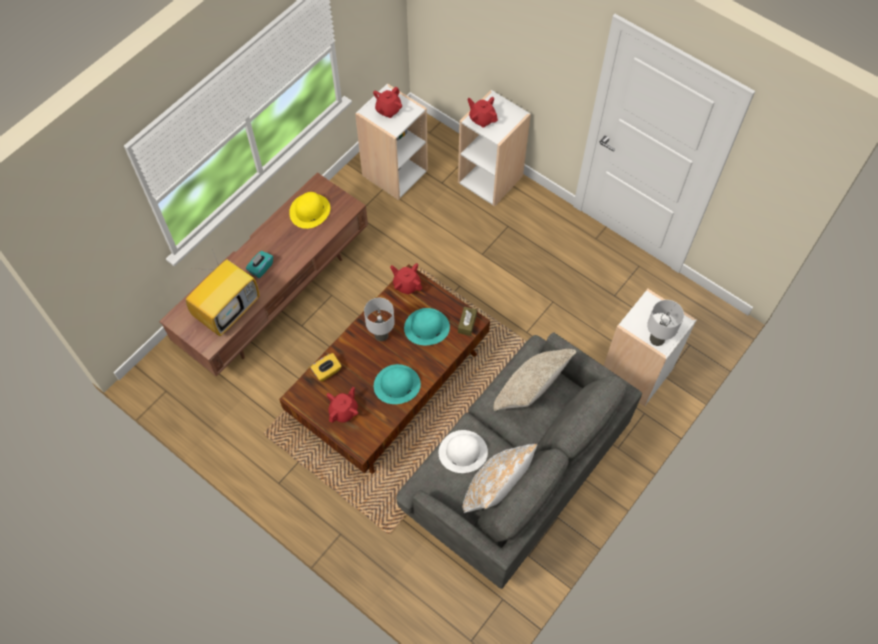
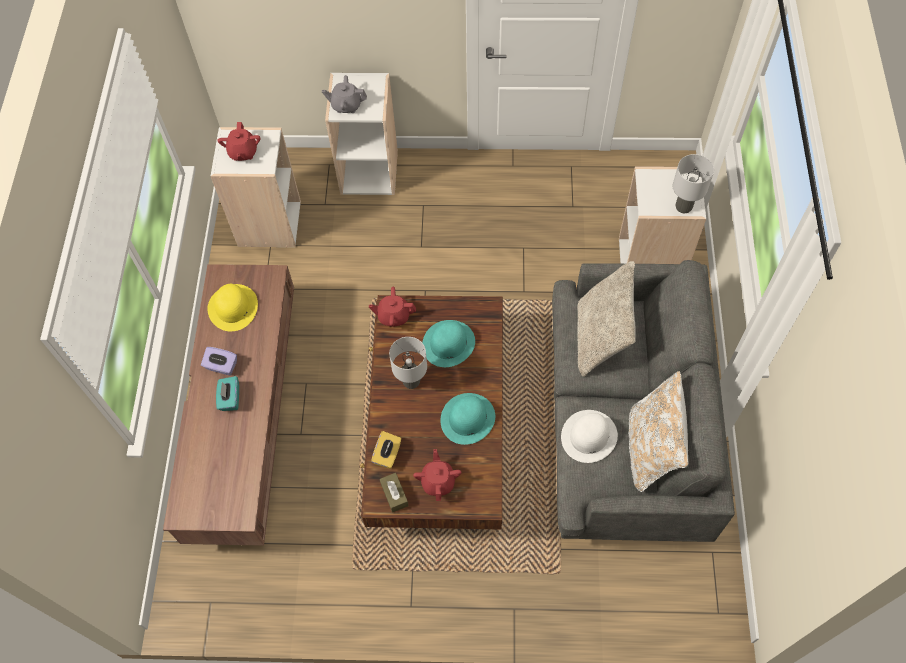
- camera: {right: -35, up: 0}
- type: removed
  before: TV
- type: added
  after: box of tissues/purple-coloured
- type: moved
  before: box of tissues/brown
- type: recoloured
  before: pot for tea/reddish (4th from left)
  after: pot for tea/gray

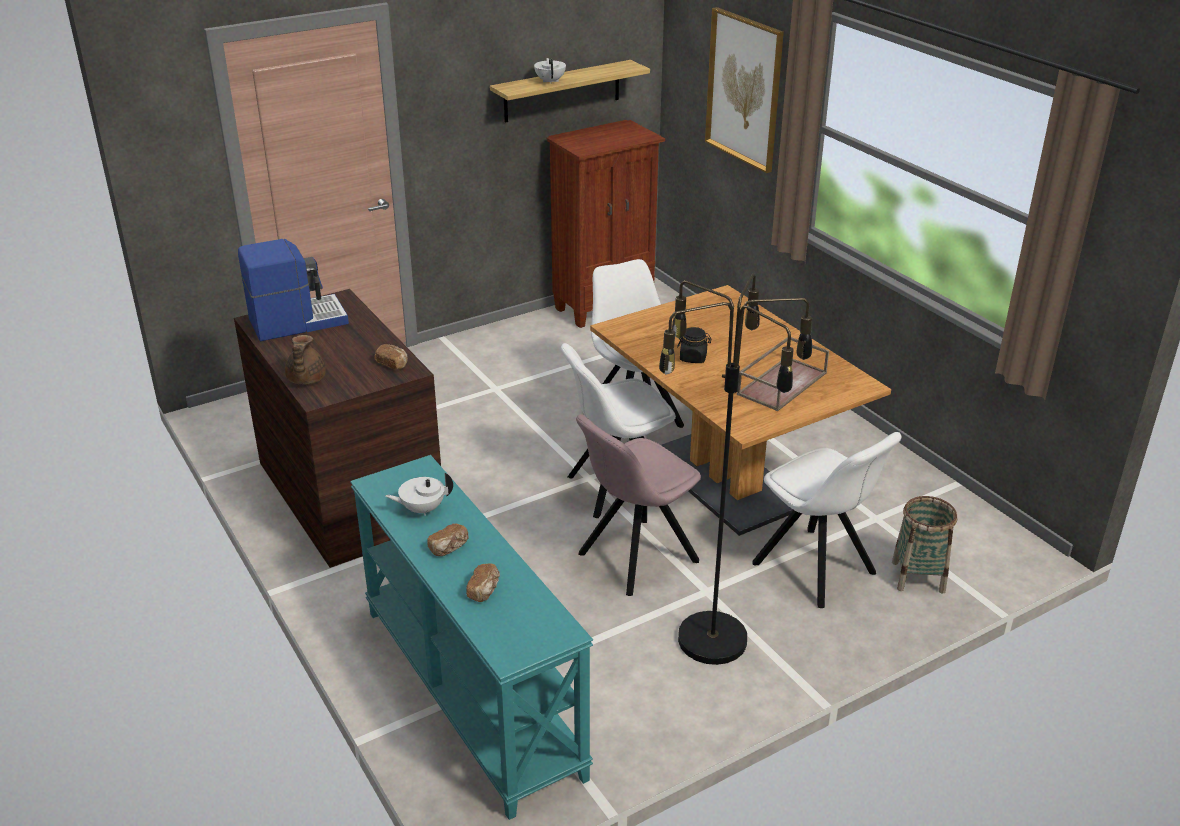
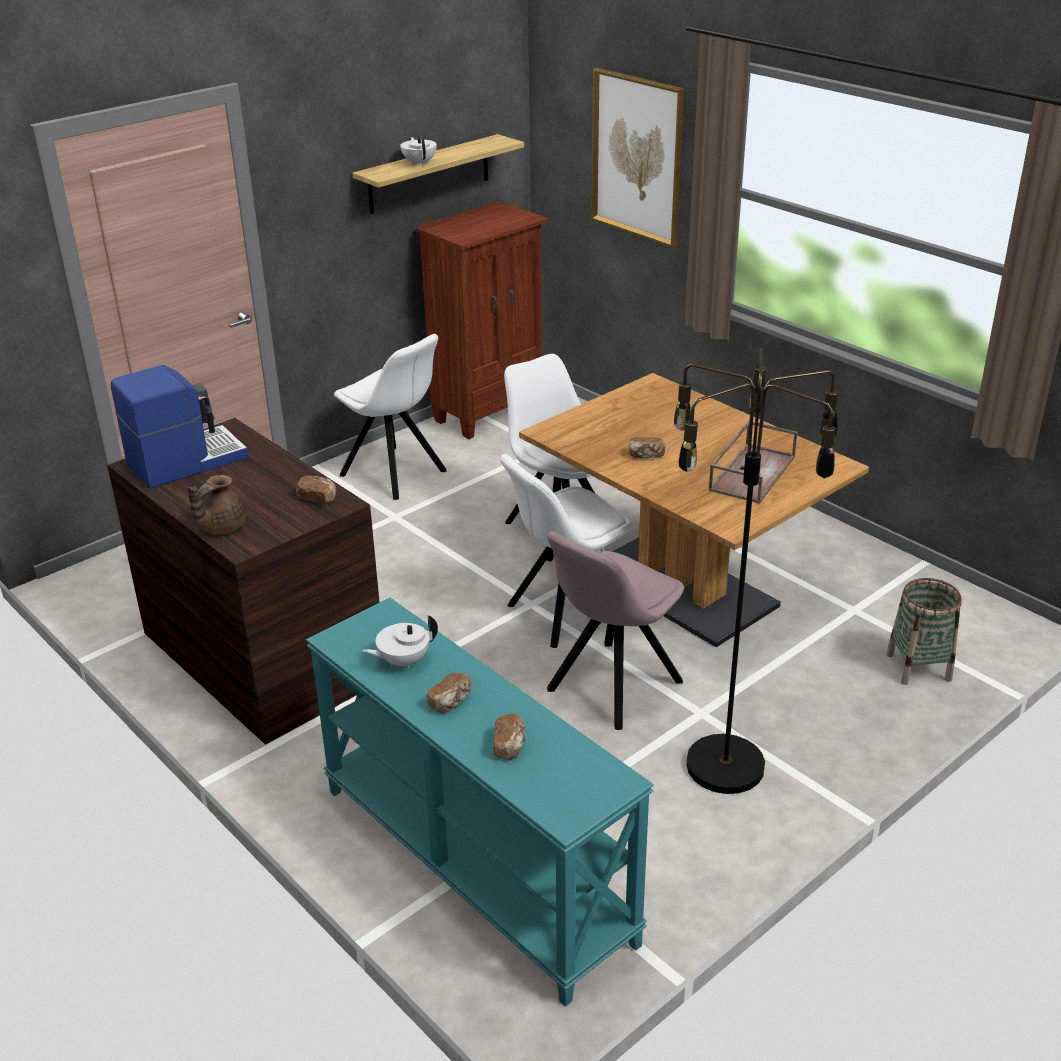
- camera: {right: -10, up: 0}
- type: moved
  before: upright chair/white-coloured (3rd from left in the first image)
  after: upright chair/white-coloured (1st from left)
- type: replaced
  before: storage jar/blackish
  after: baked bread (4th from left)
- type: turned
  before: pot for tea/brown
  turn: 45

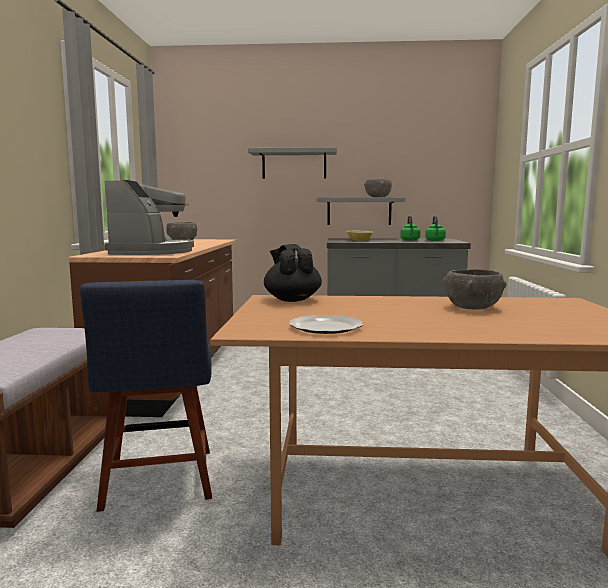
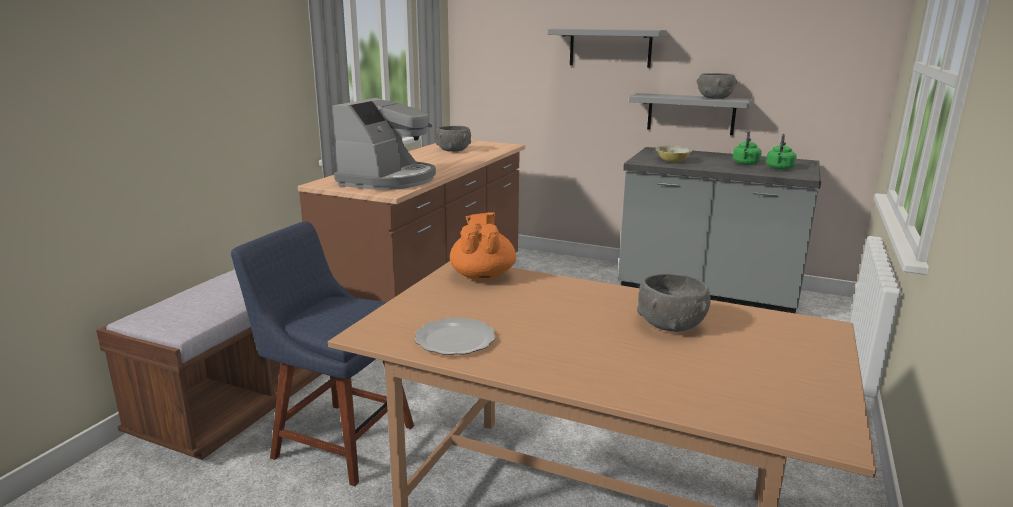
- camera: {right: 20, up: 10}
- type: recoloured
  before: pot for tea/blackish
  after: pot for tea/orange-coloured
- type: turned
  before: upright chair/bluish
  turn: 105

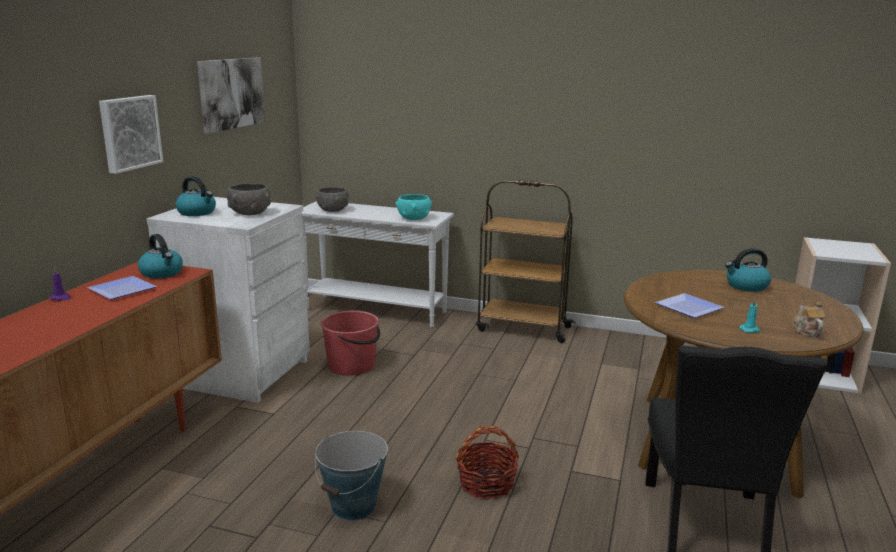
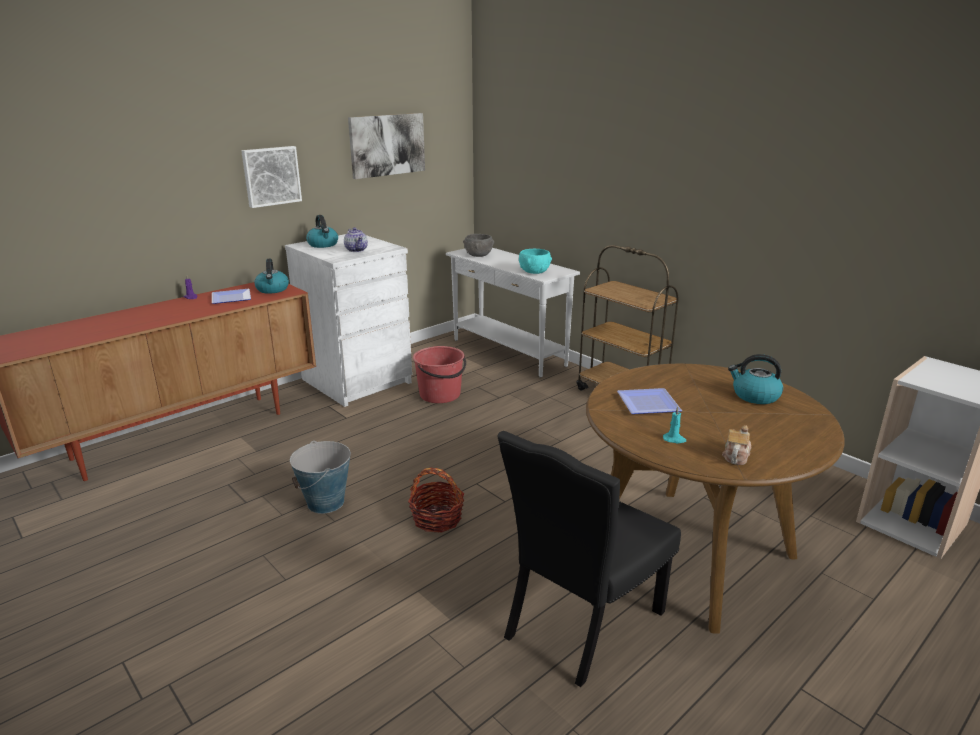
- camera: {right: 30, up: 5}
- type: replaced
  before: serving bowl/gray (1st from left)
  after: pot for tea (1st from left)

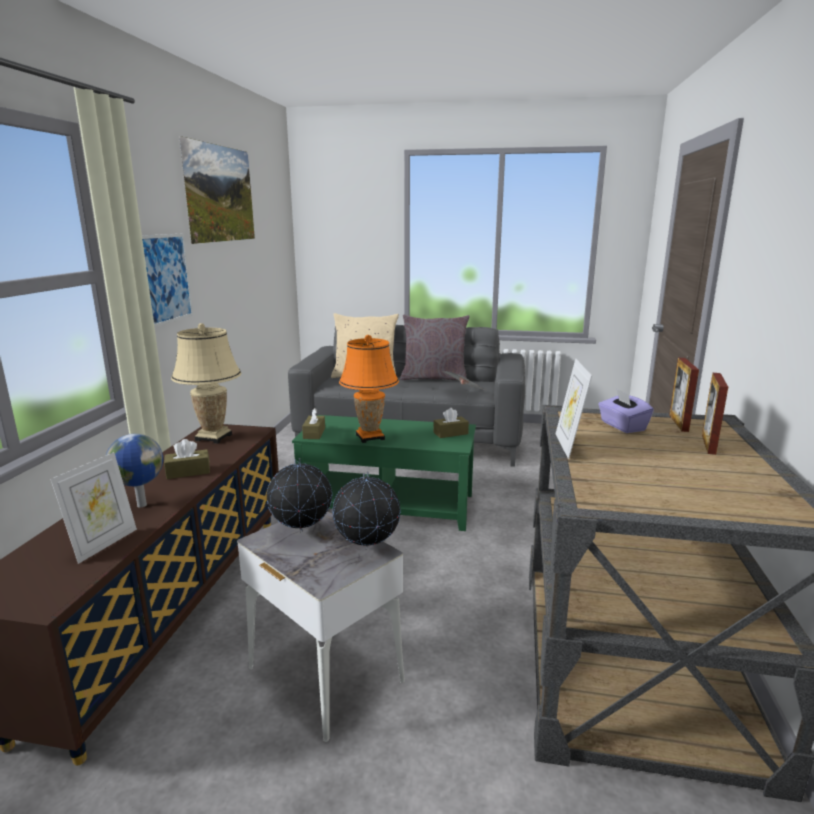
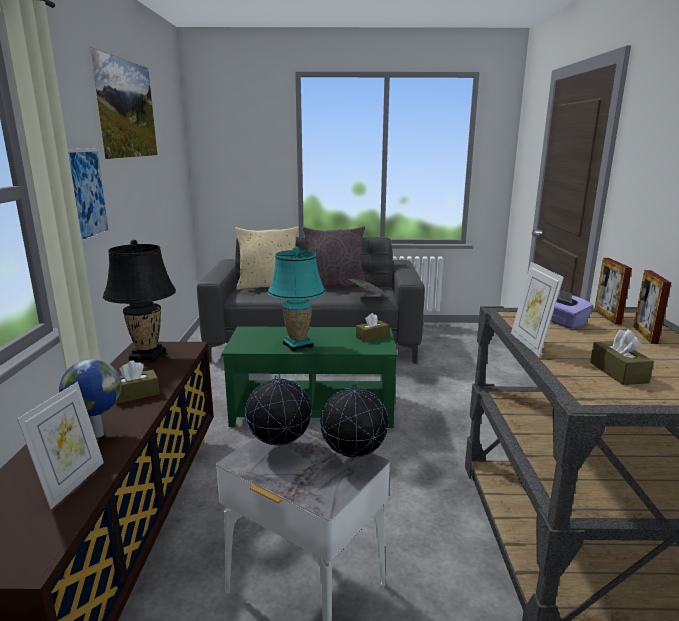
- camera: {right: -10, up: 0}
- type: moved
  before: box of tissues/brown (2nd from left in the first image)
  after: box of tissues/brown (3rd from left)
- type: recoloured
  before: table lamp/beige-coloured
  after: table lamp/blackish
- type: recoloured
  before: table lamp/orange-coloured
  after: table lamp/turquoise-coloured

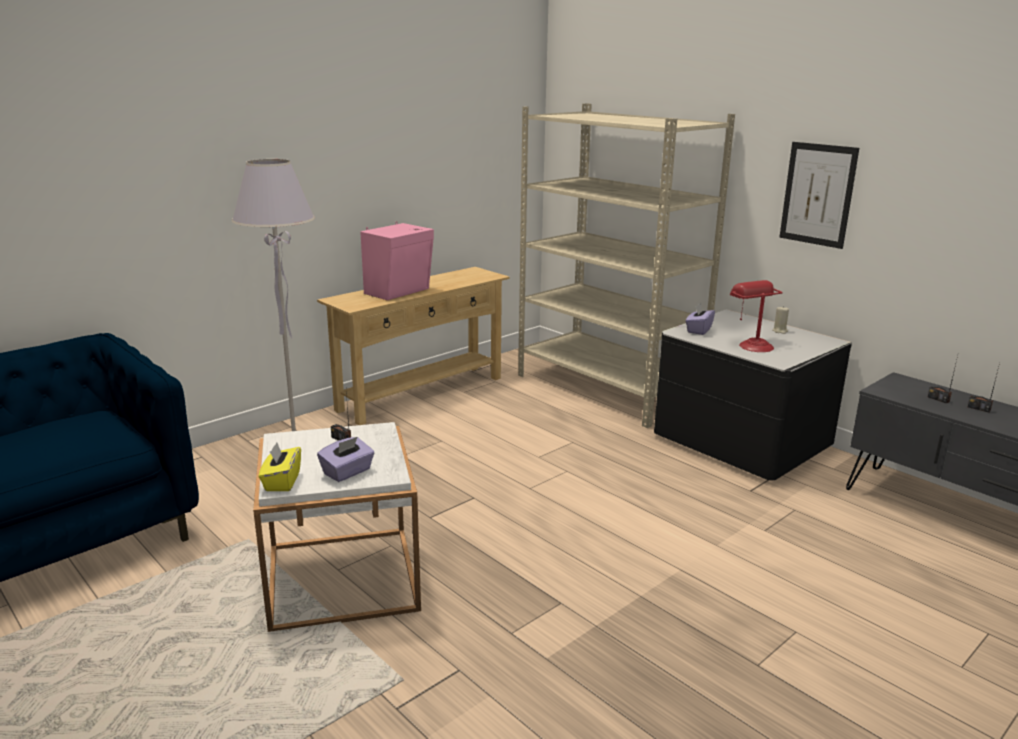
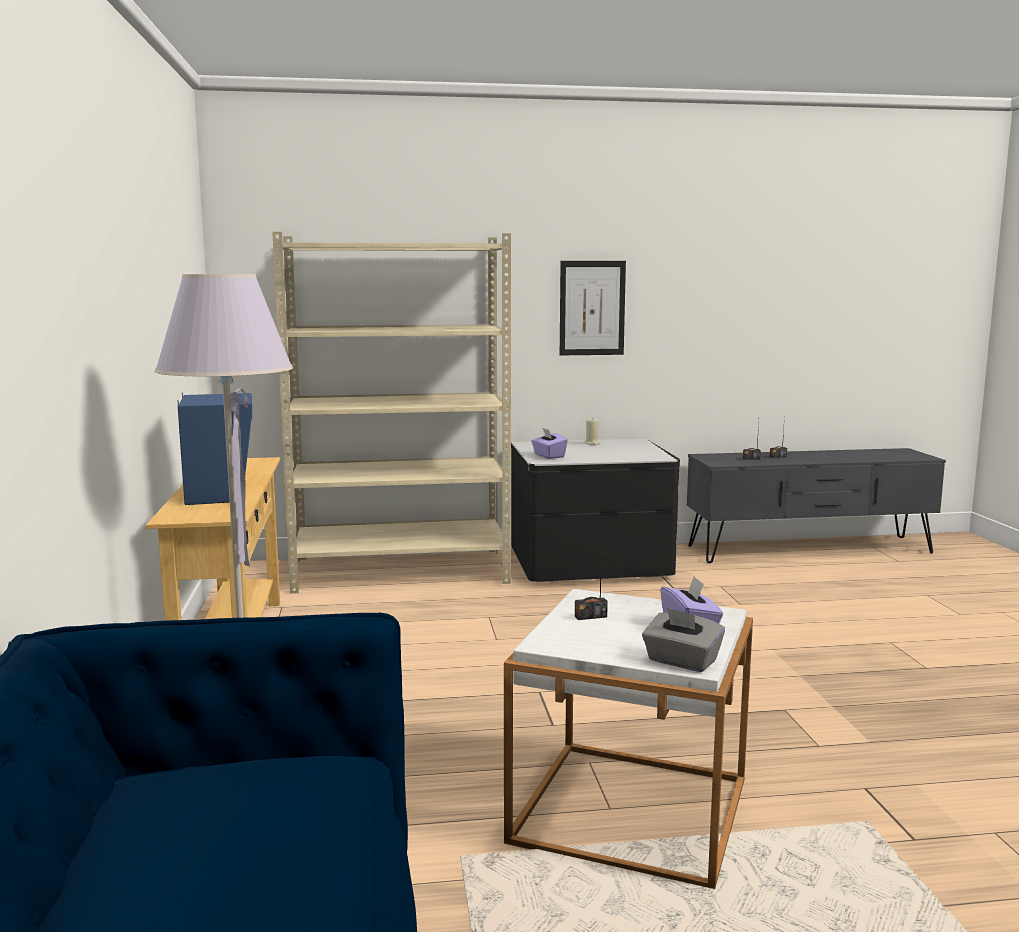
- camera: {right: -55, up: -10}
- type: removed
  before: table lamp/reddish
- type: recoloured
  before: box of tissues/yellow
  after: box of tissues/gray
- type: recoloured
  before: speaker/pink-coloured
  after: speaker/bluish

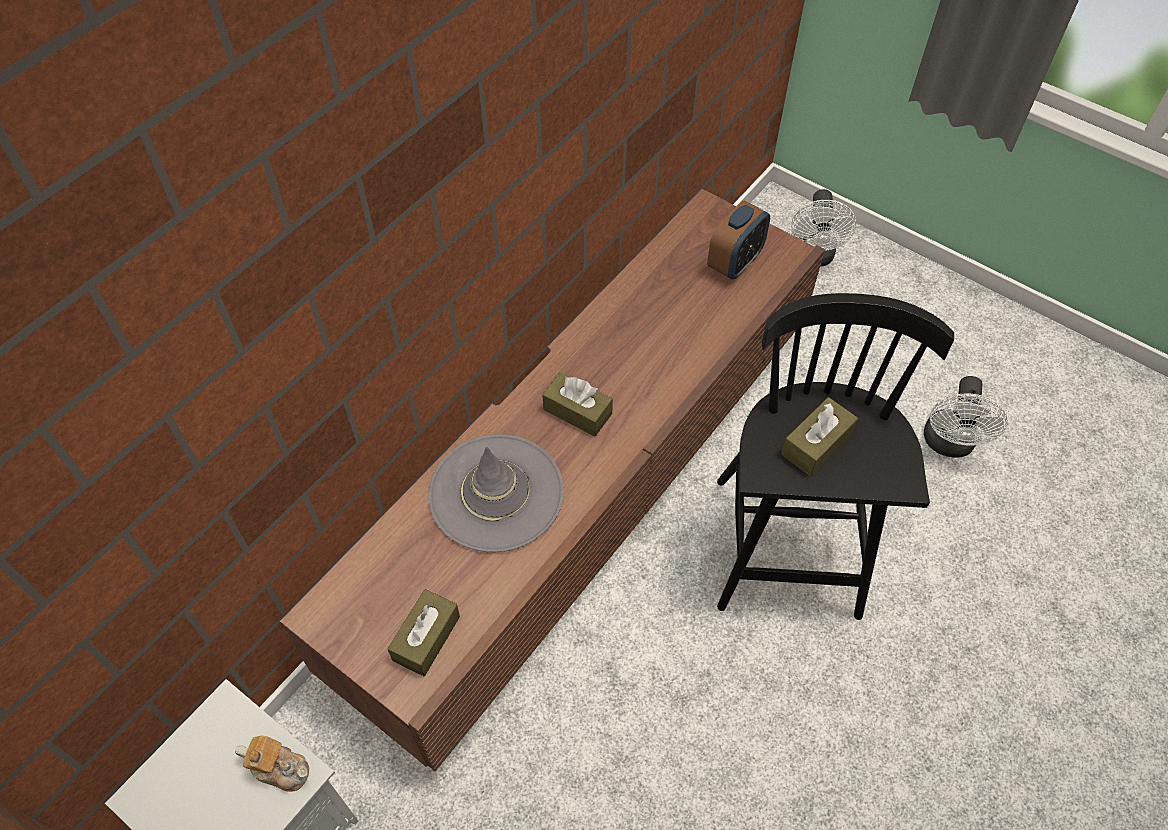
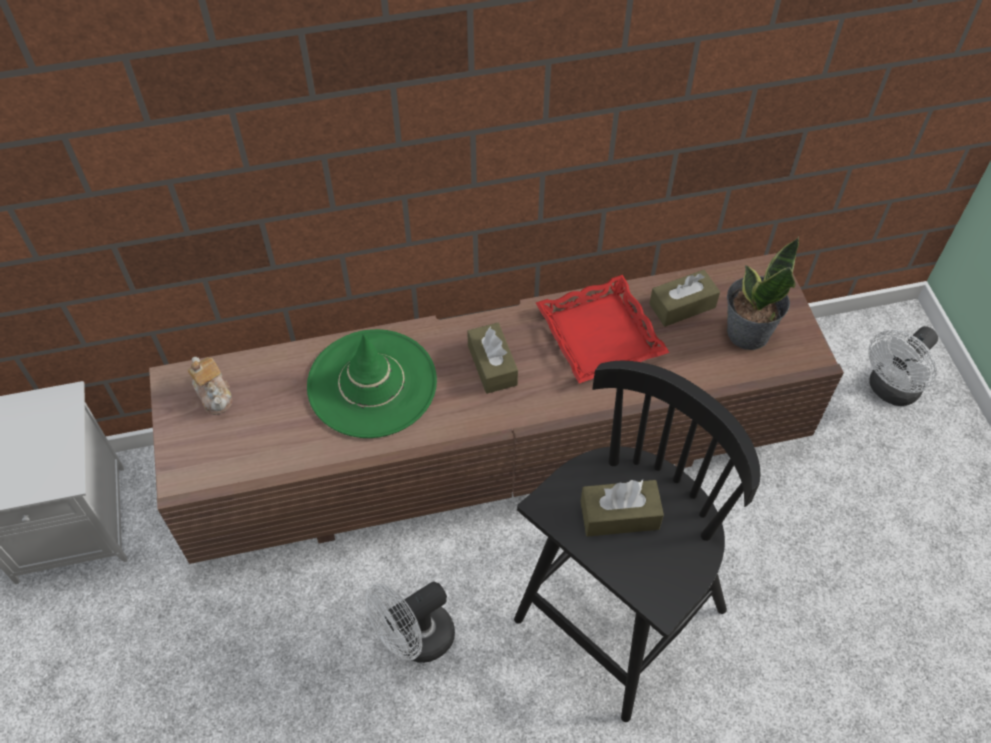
- camera: {right: 40, up: 0}
- type: added
  after: serving tray/reddish
- type: moved
  before: pot for tea
- type: moved
  before: box of tissues/brown (1st from left in the first image)
  after: box of tissues/brown (3rd from left)
- type: moved
  before: electric fan/white-coloured (2nd from left in the first image)
  after: electric fan/white-coloured (1st from left)
- type: replaced
  before: alarm clock
  after: plant in a pot
- type: recoloured
  before: wearable hat/gray
  after: wearable hat/greenish

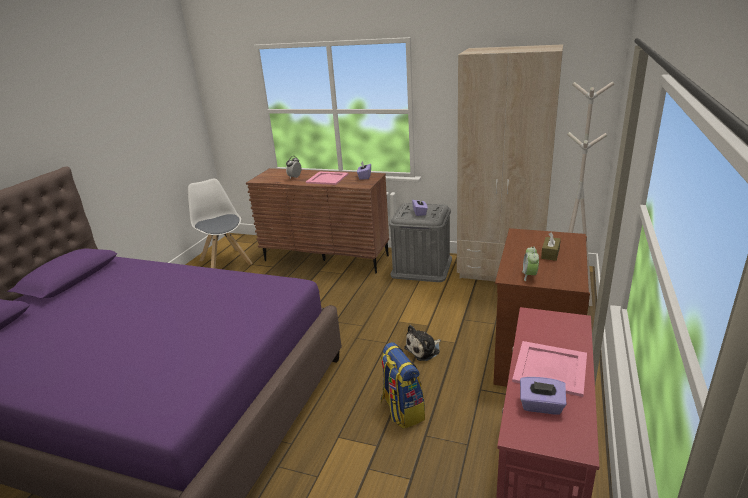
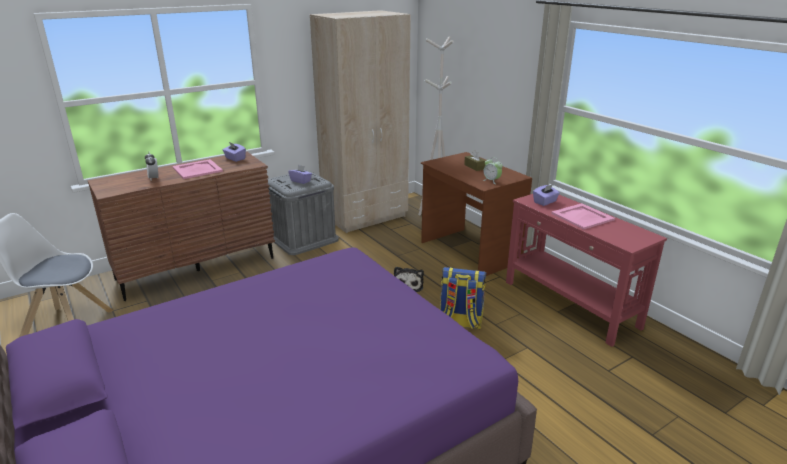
- camera: {right: -55, up: 0}
- type: moved
  before: box of tissues/purple-coloured (3rd from left)

